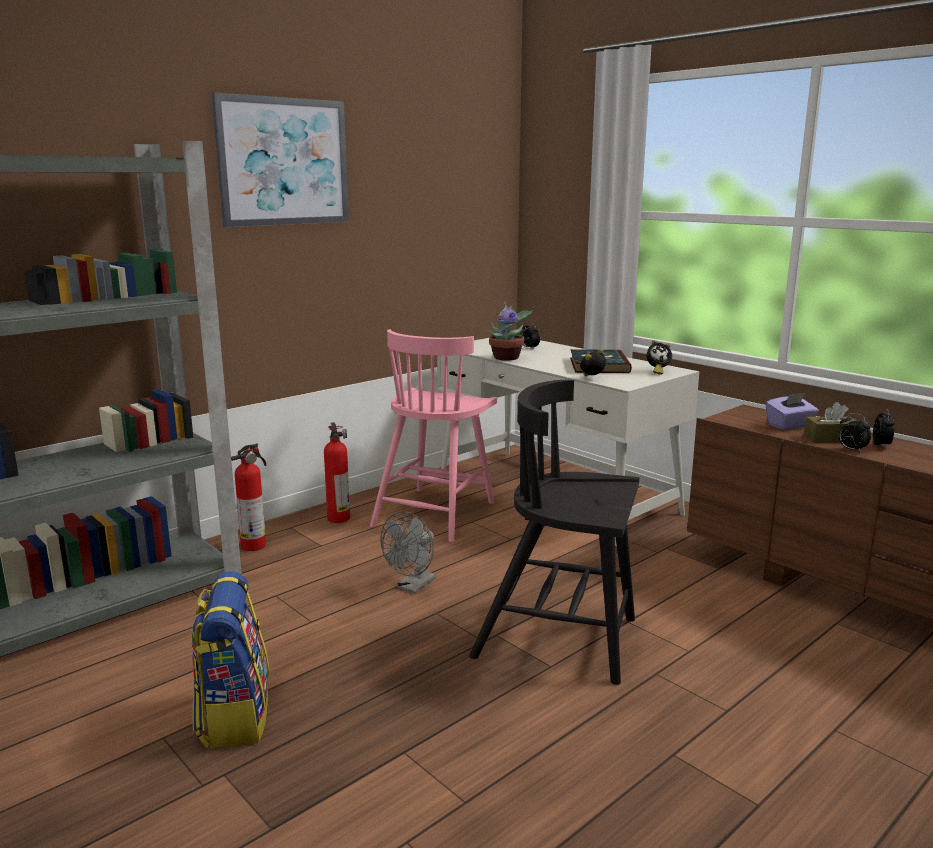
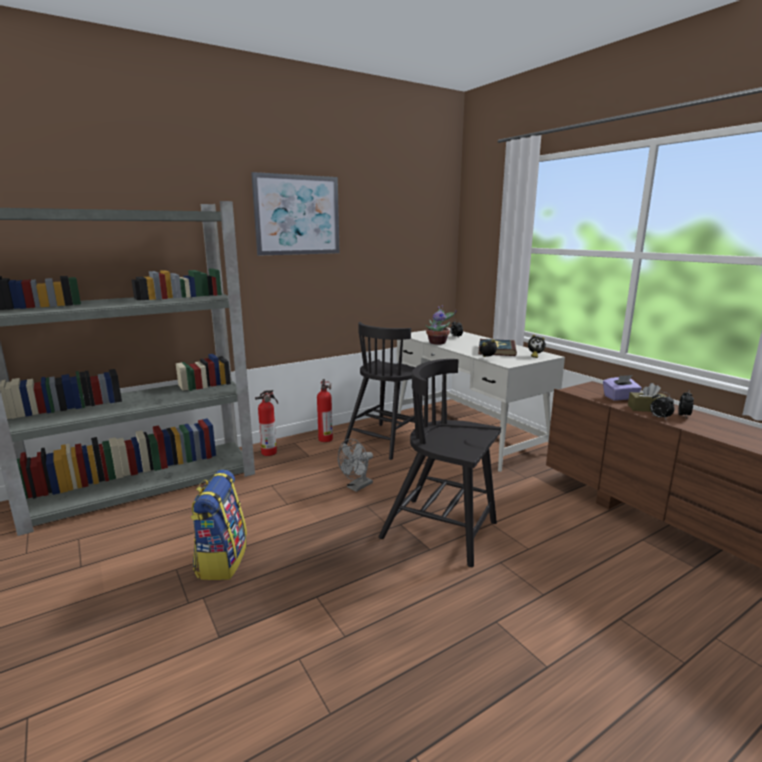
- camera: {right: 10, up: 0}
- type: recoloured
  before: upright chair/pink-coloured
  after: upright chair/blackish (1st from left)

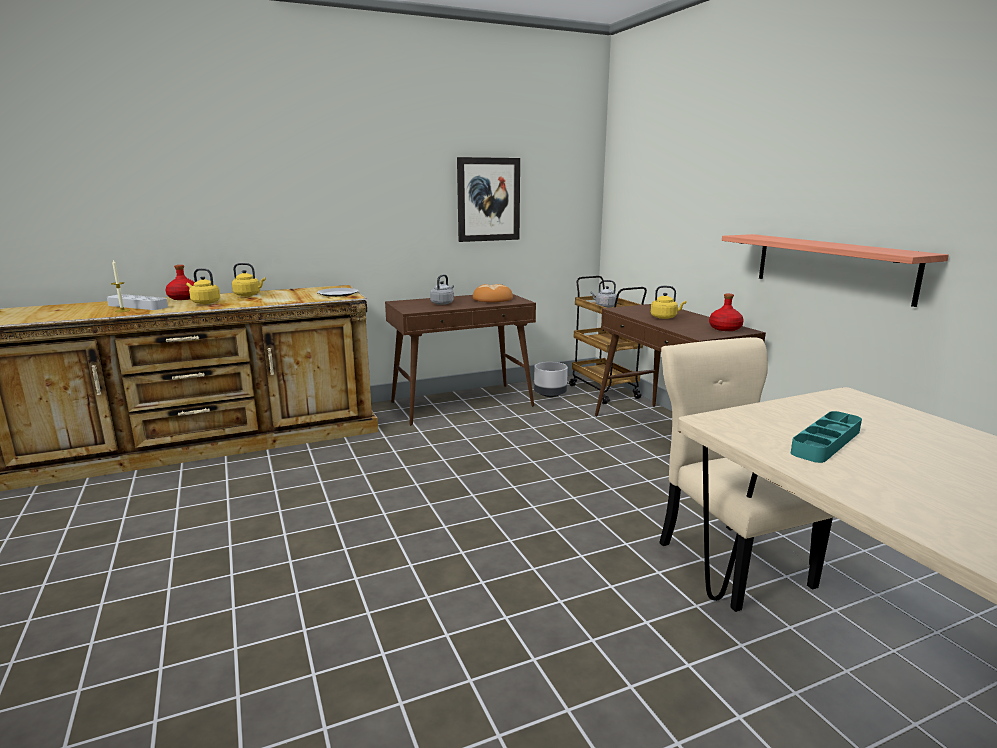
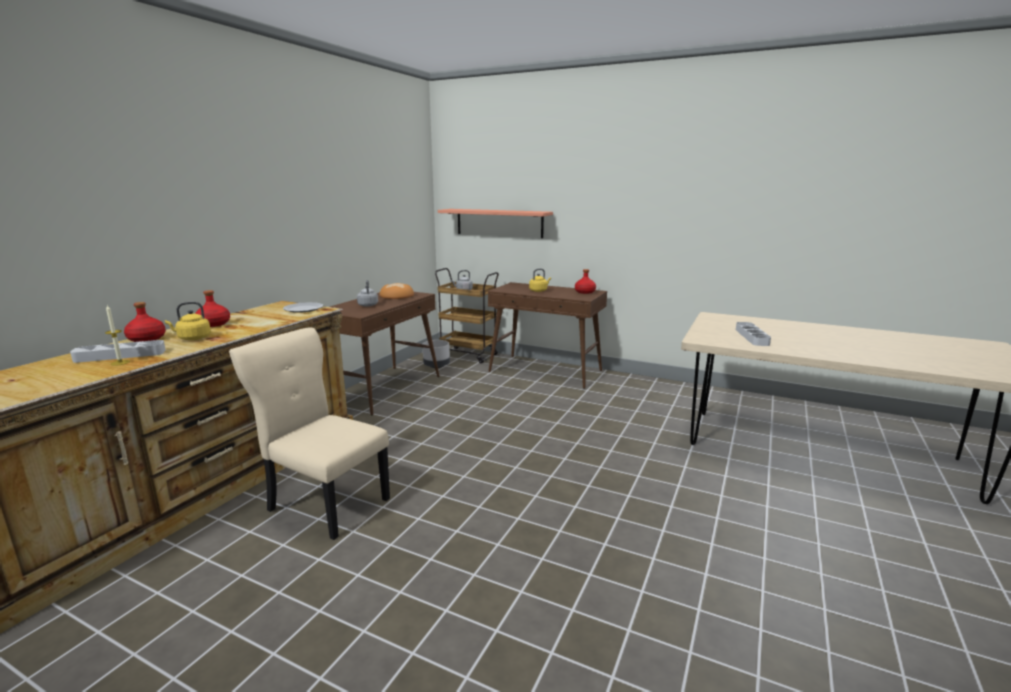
- camera: {right: -40, up: 0}
- type: removed
  before: wall art
- type: moved
  before: upright chair/beige-coloured
- type: moved
  before: bracket shelf
- type: replaced
  before: water kettle/yellow (2nd from left)
  after: bottle/reddish (2nd from left)
- type: recoloured
  before: serving tray/turquoise-coloured
  after: serving tray/gray (2nd from left)

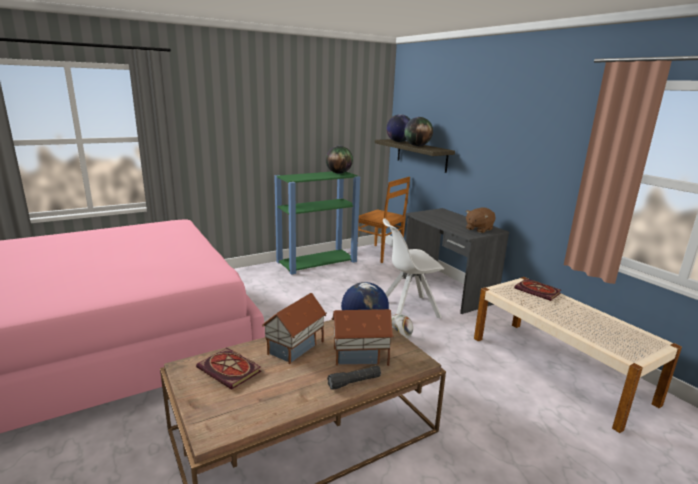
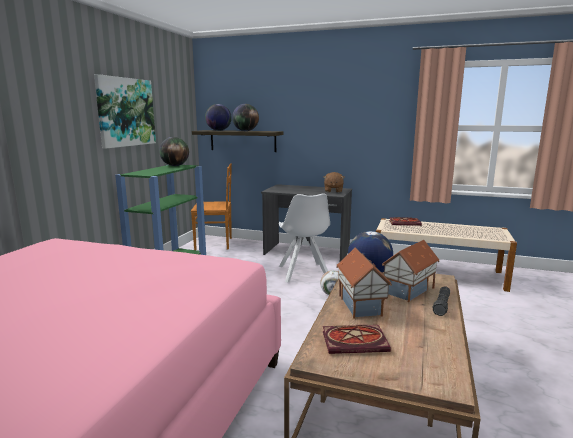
- camera: {right: -40, up: -5}
- type: added
  after: wall art
- type: turned
  before: upright chair/white-coloured
  turn: -45

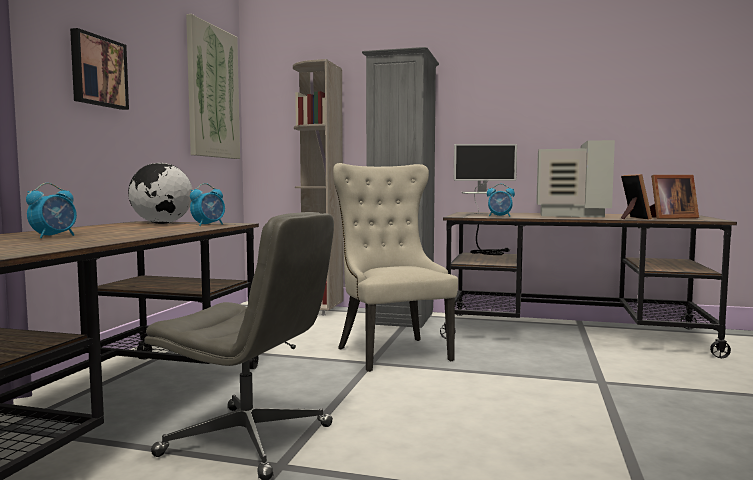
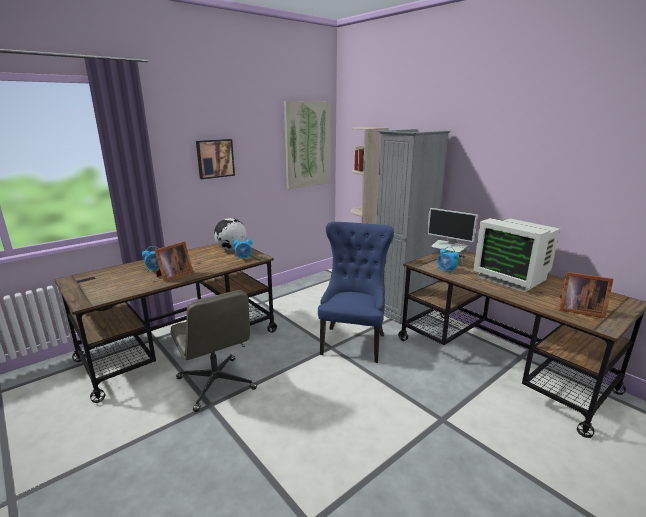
- camera: {right: 35, up: 15}
- type: moved
  before: standing frame (1st from left)
- type: recoloured
  before: upright chair/beige-coloured
  after: upright chair/bluish
- type: turned
  before: monitor (2nd from left)
  turn: 90

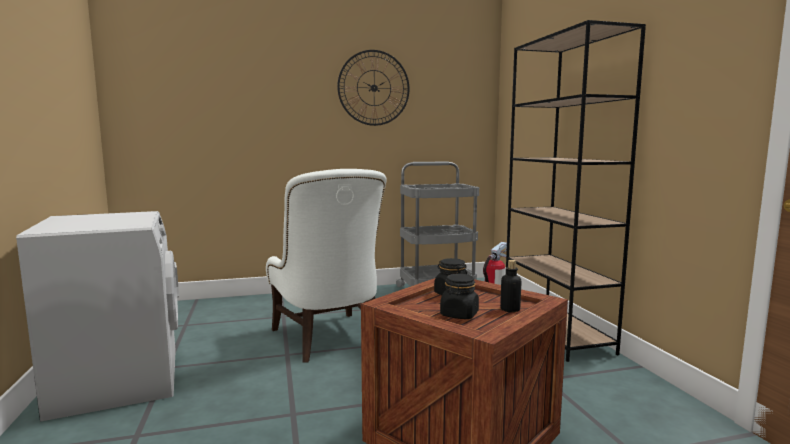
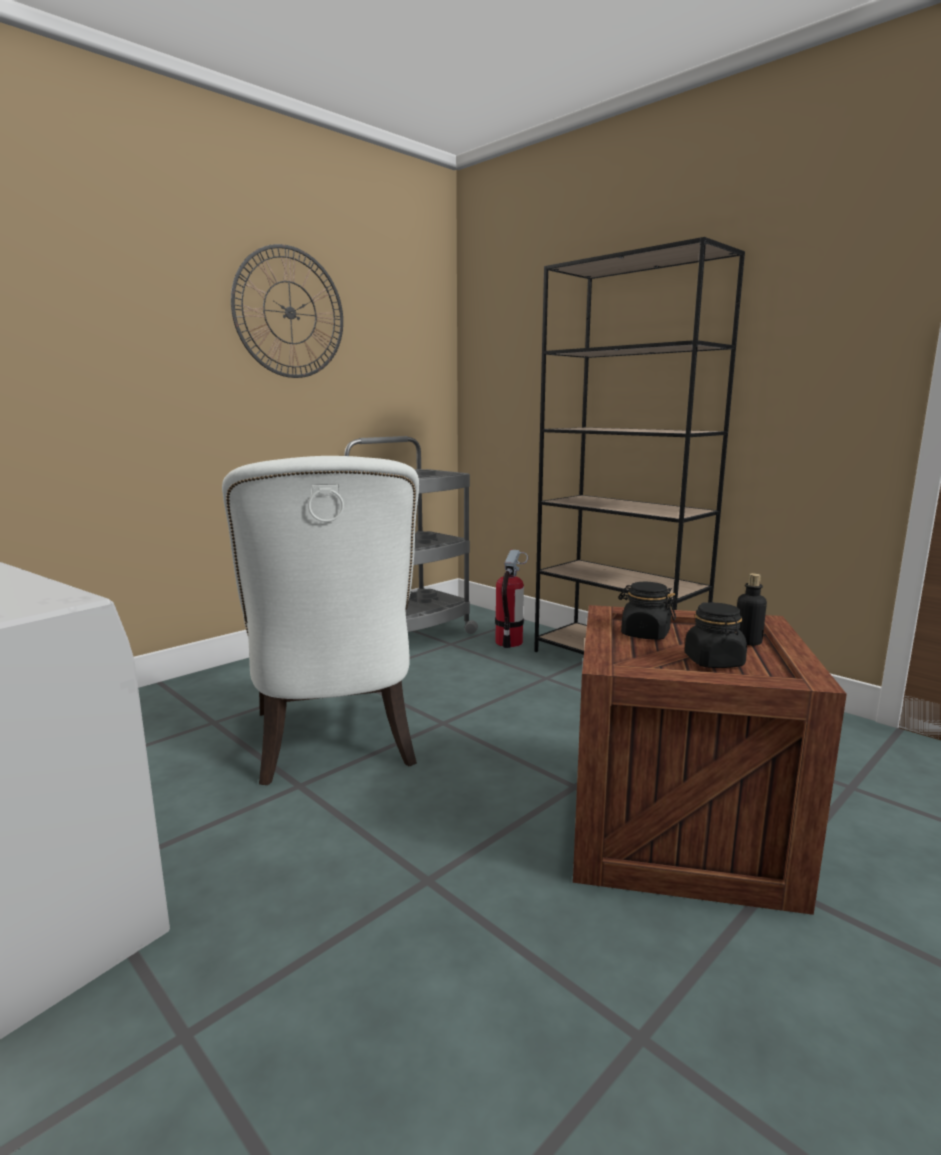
- camera: {right: -30, up: 5}
- type: turned
  before: upright chair/white-coloured
  turn: 45

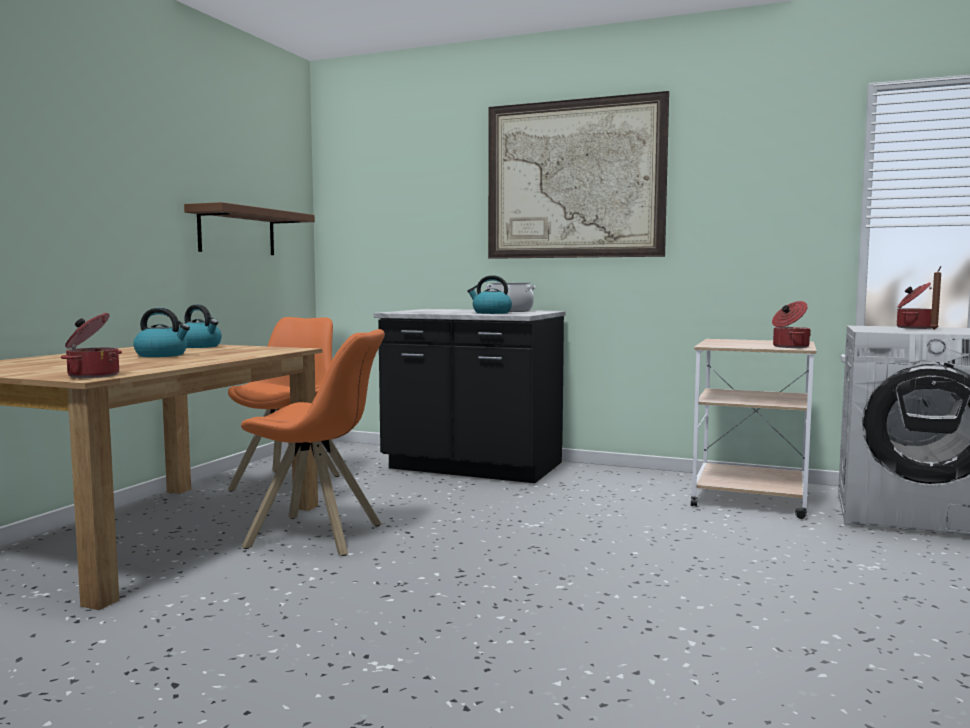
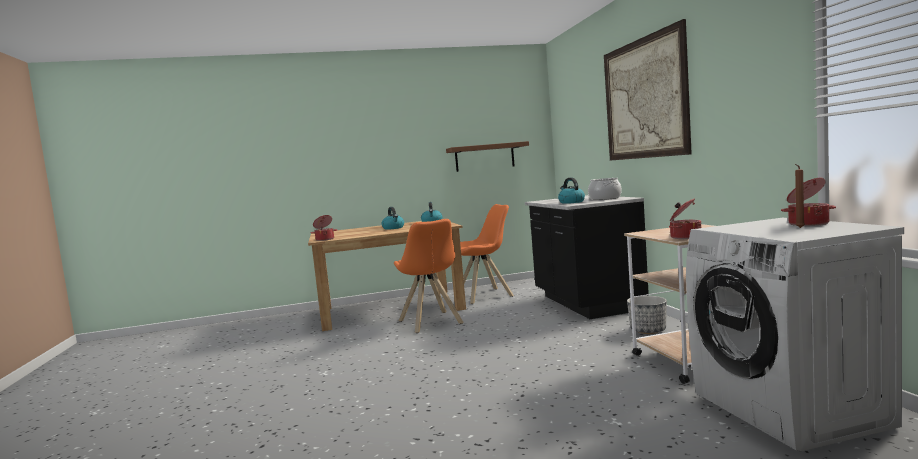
- camera: {right: 55, up: 0}
- type: added
  after: flower pot

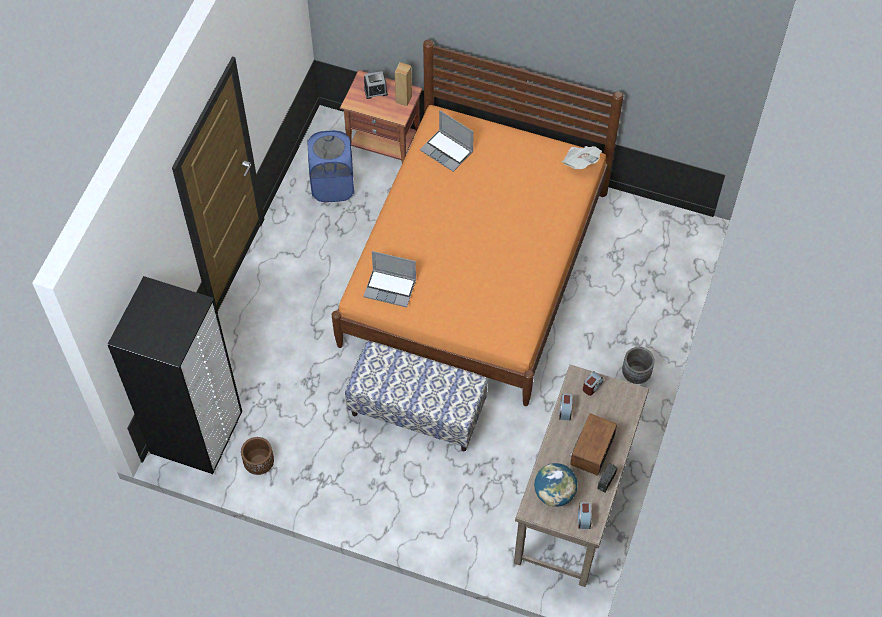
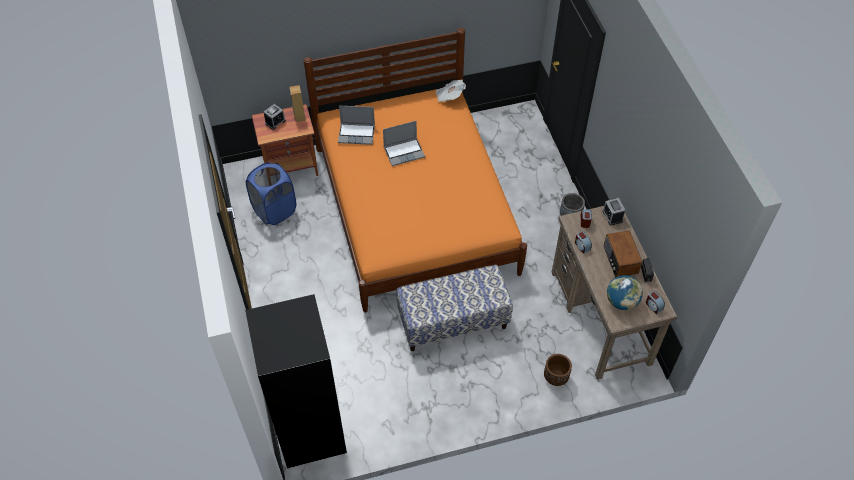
- camera: {right: -35, up: -5}
- type: added
  after: alarm clock (4th from left)
- type: moved
  before: flower pot/brown
- type: moved
  before: portable computer (1st from left in the first image)
  after: portable computer (2nd from left)

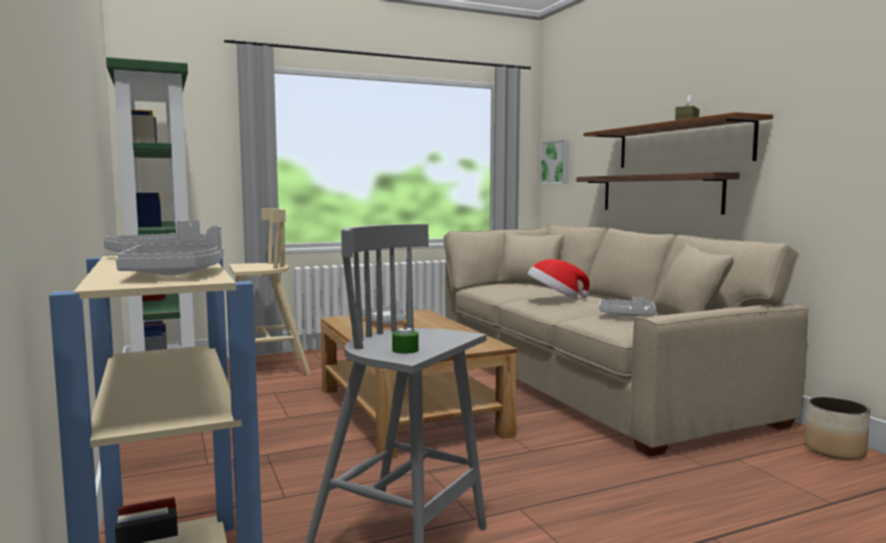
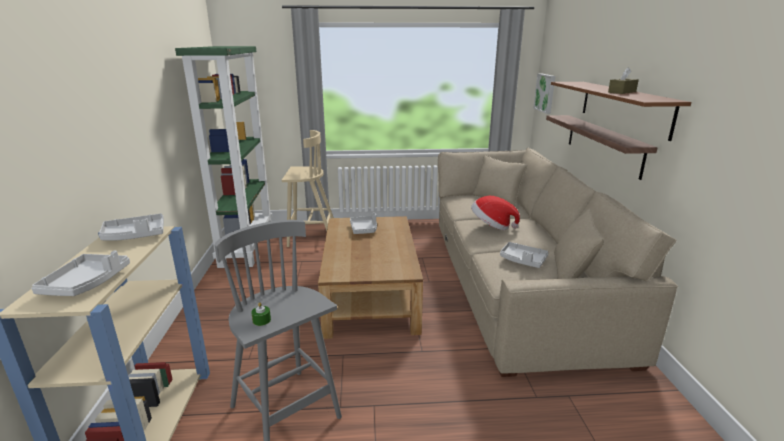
- camera: {right: 20, up: 15}
- type: removed
  before: flower pot

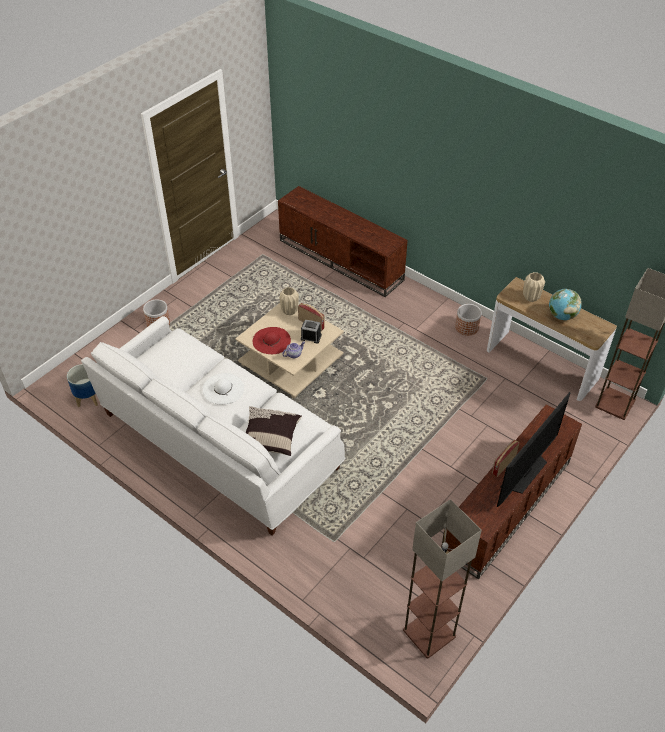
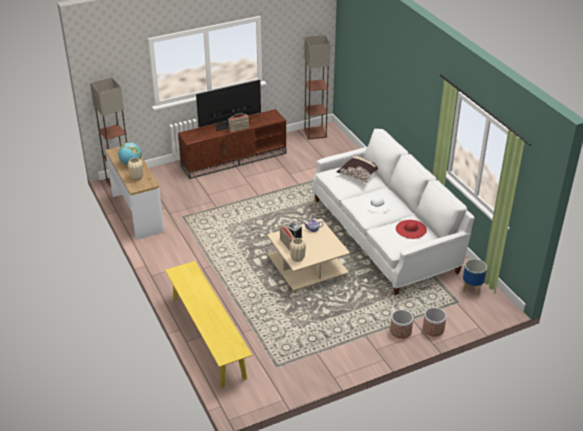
- camera: {right: -155, up: -10}
- type: moved
  before: wearable hat/reddish
- type: moved
  before: flower pot (3rd from left in the first image)
  after: flower pot (2nd from left)
- type: replaced
  before: tv stand/brown (1st from left)
  after: indoor bench/yellow

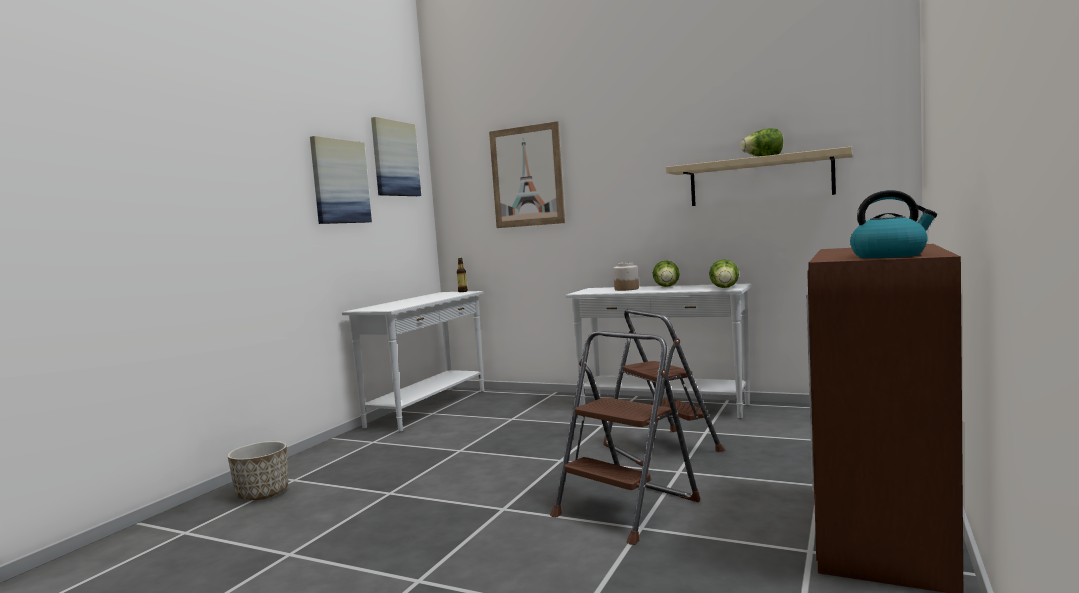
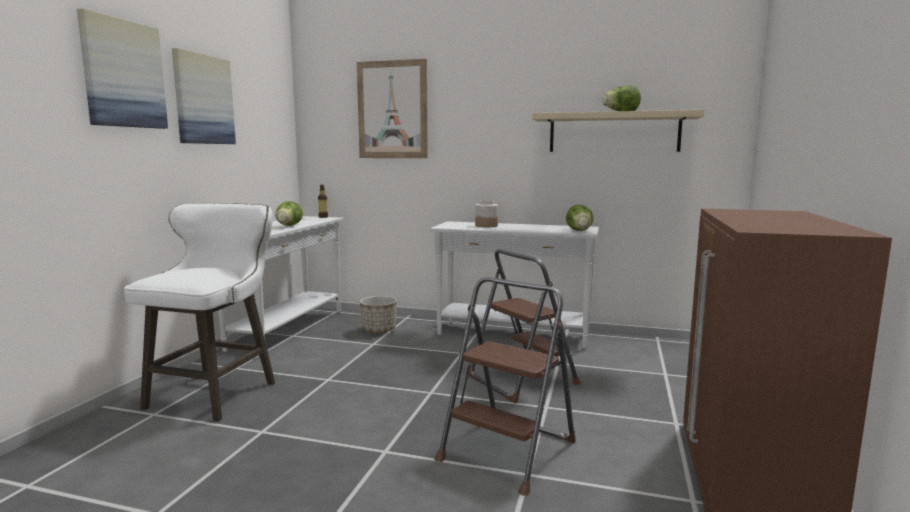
- camera: {right: -10, up: 5}
- type: removed
  before: water kettle
- type: added
  after: stool seat/white-coloured
- type: moved
  before: flower pot
- type: moved
  before: wall art (2nd from left in the first image)
  after: wall art (1st from left)
- type: moved
  before: lettuce head (1st from left)

